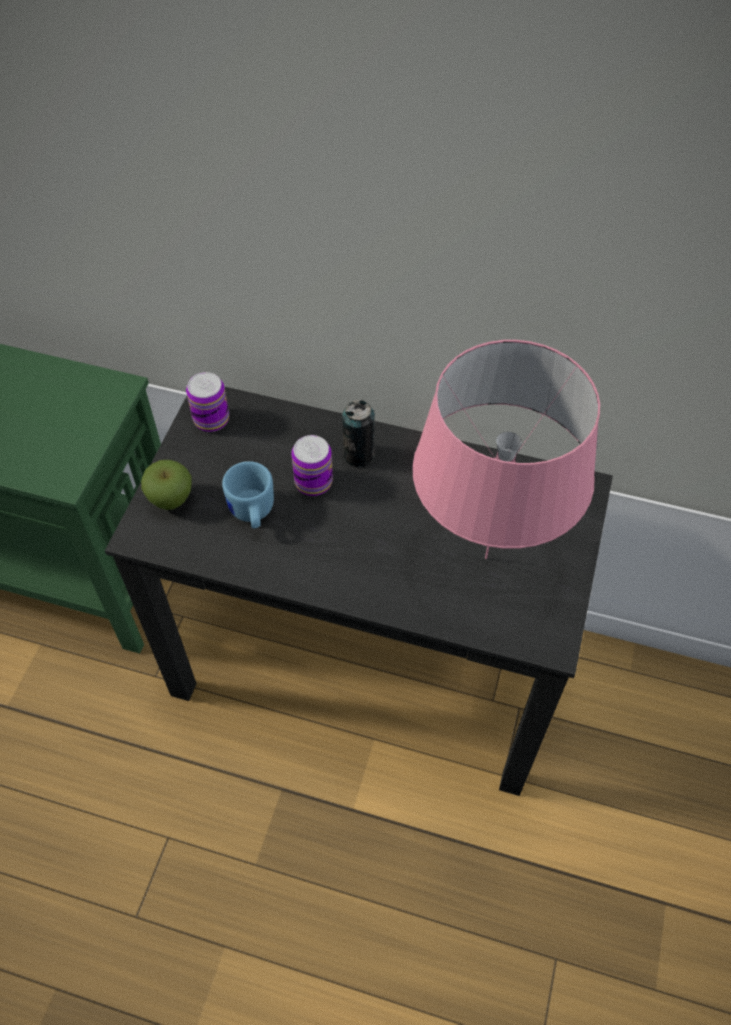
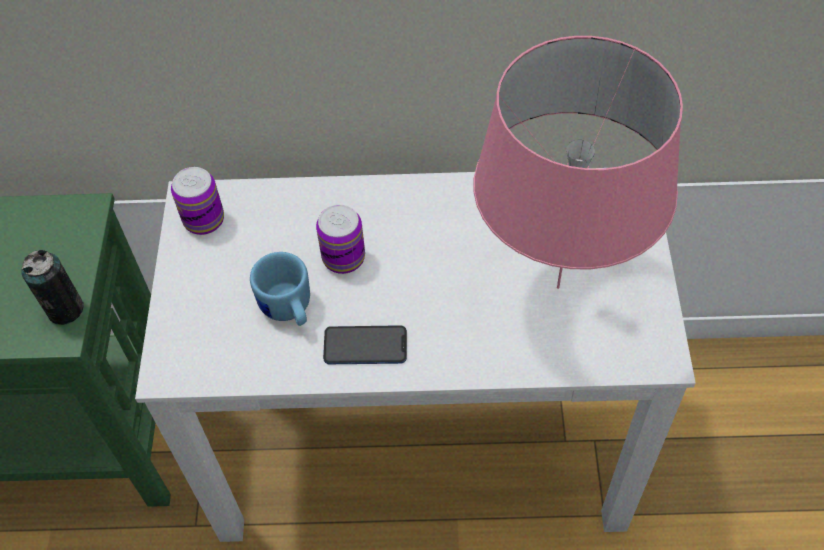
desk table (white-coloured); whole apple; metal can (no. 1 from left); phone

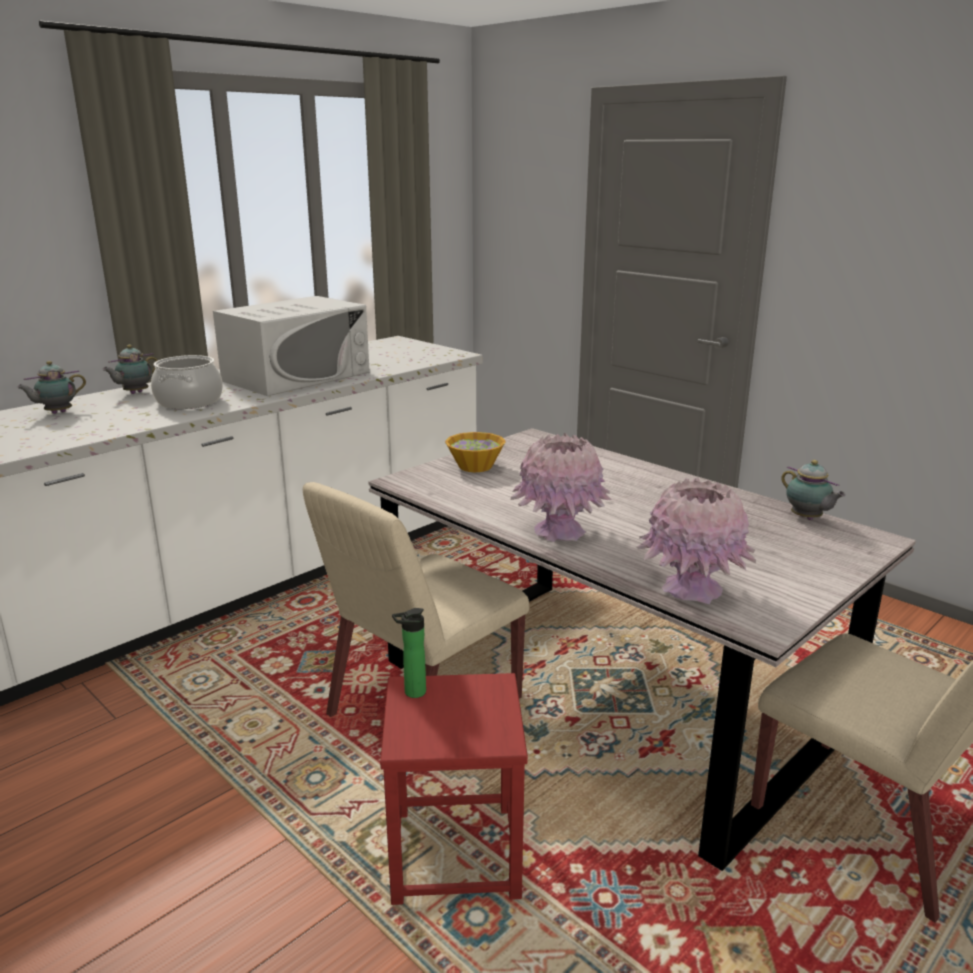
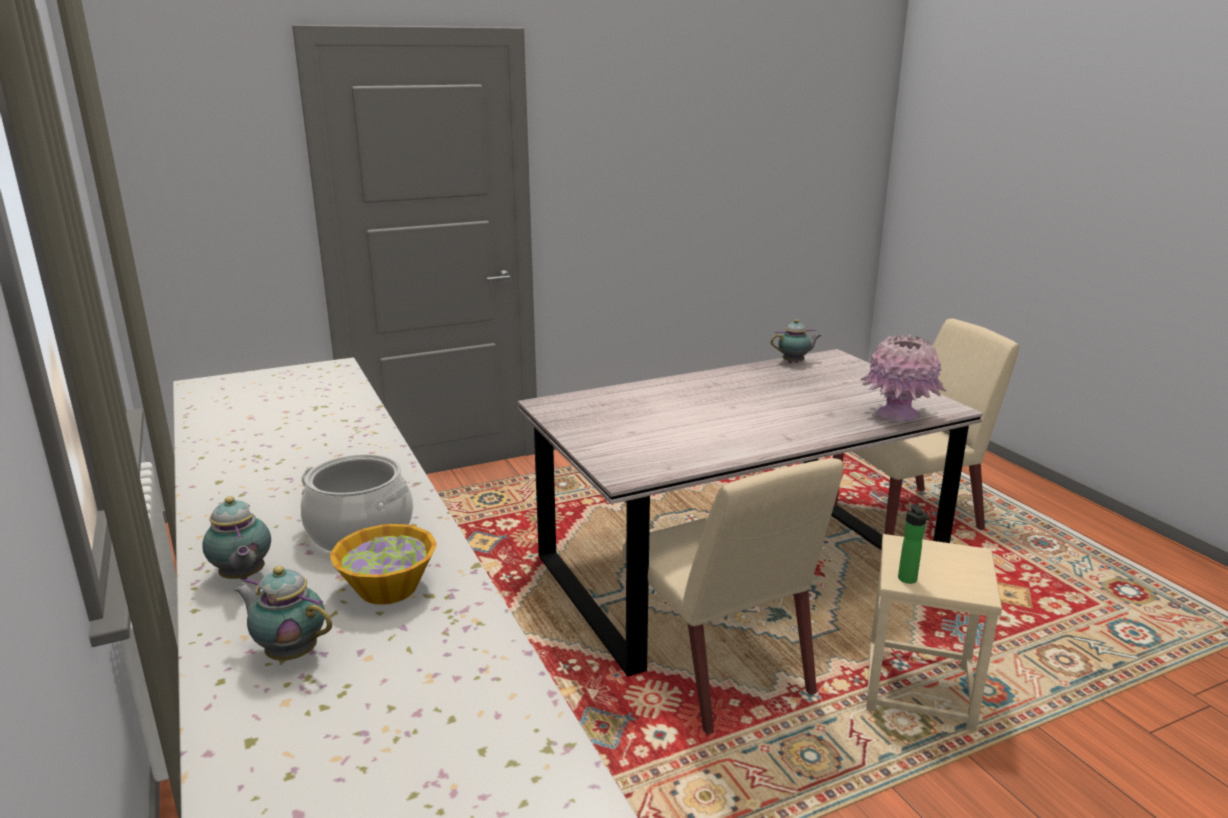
teapot (no. 2 from left); kitchen microwave (white-coloured); stool seat (sand-coloured); bowl; vase (pinkish) (no. 1 from left in the first image)

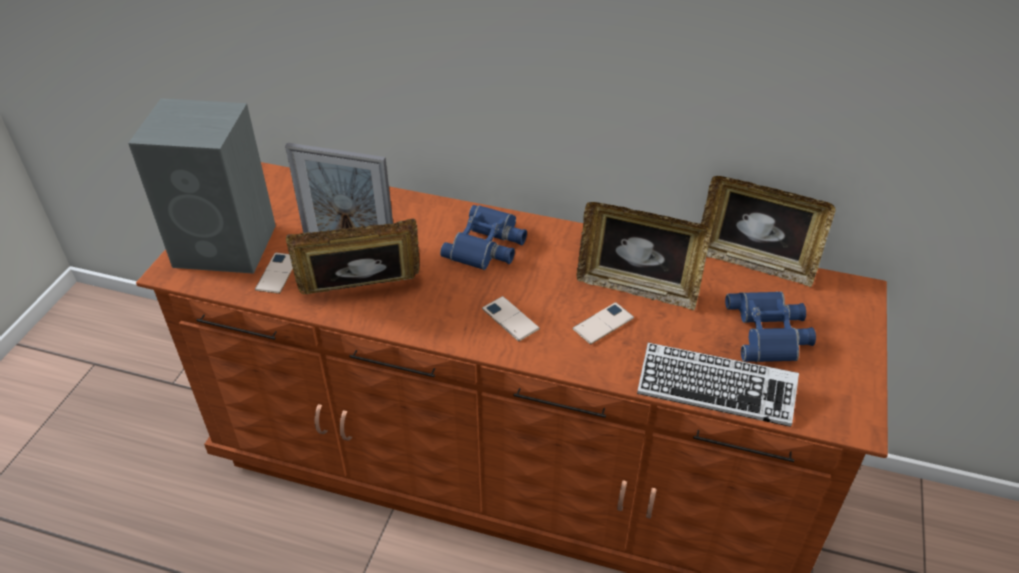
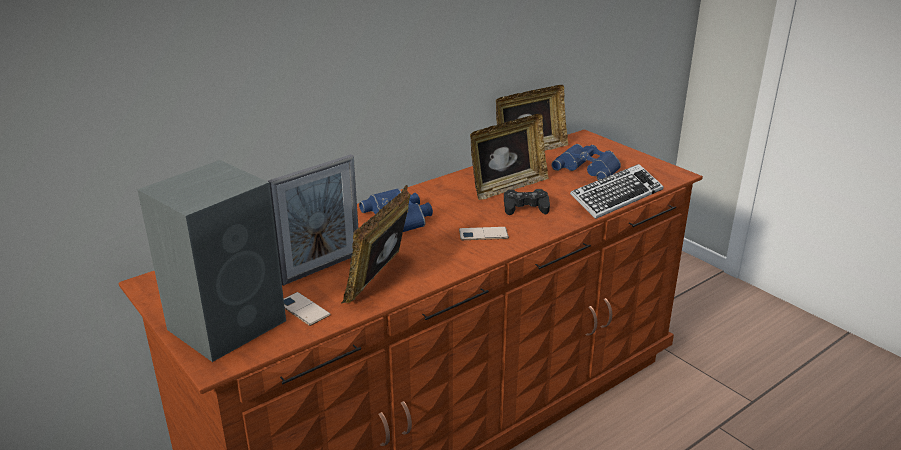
gamepad (blackish)

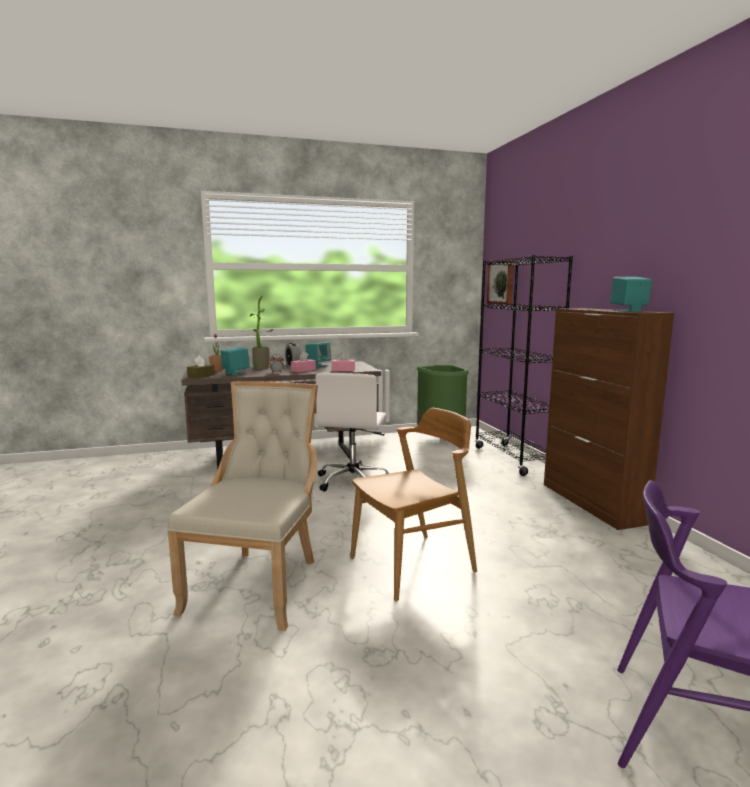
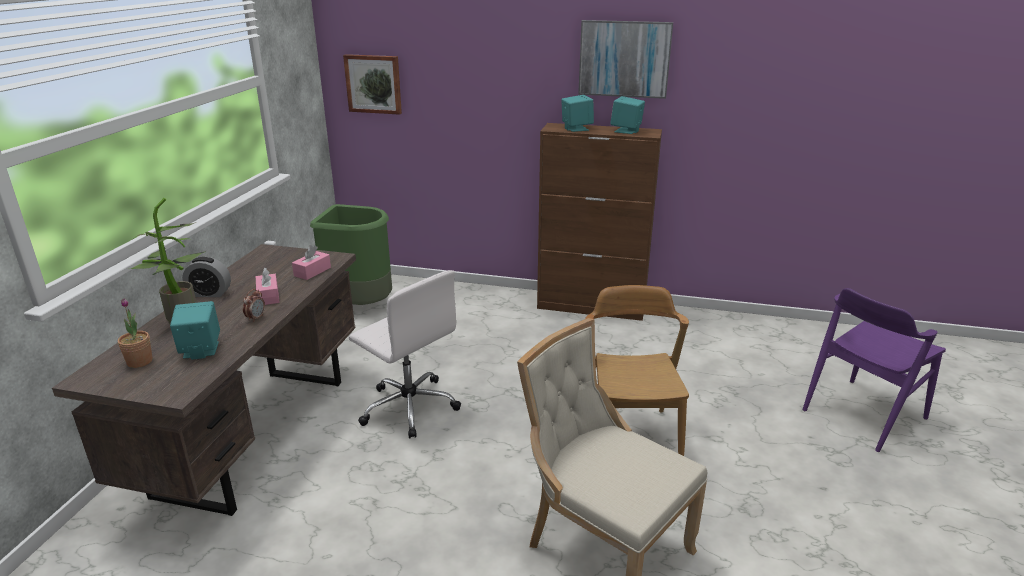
tissue box (brown-coloured); loudspeaker (turquoise) (no. 2 from left); bookshelf (blackish); picture (no. 2 from left)

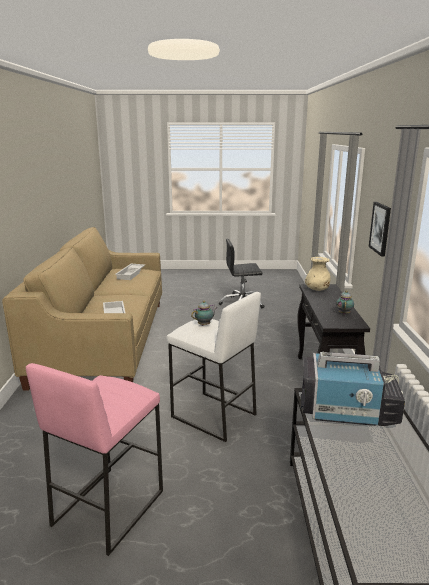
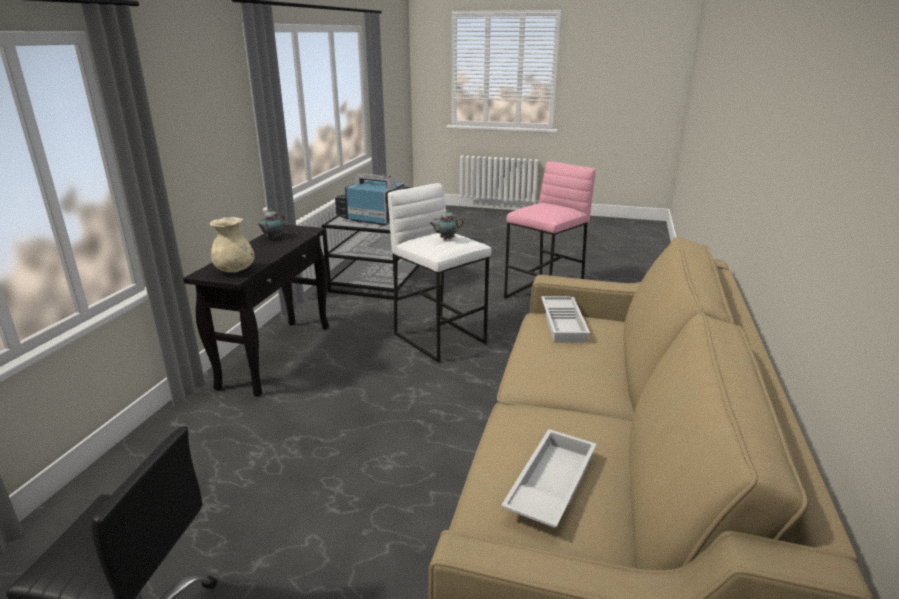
picture

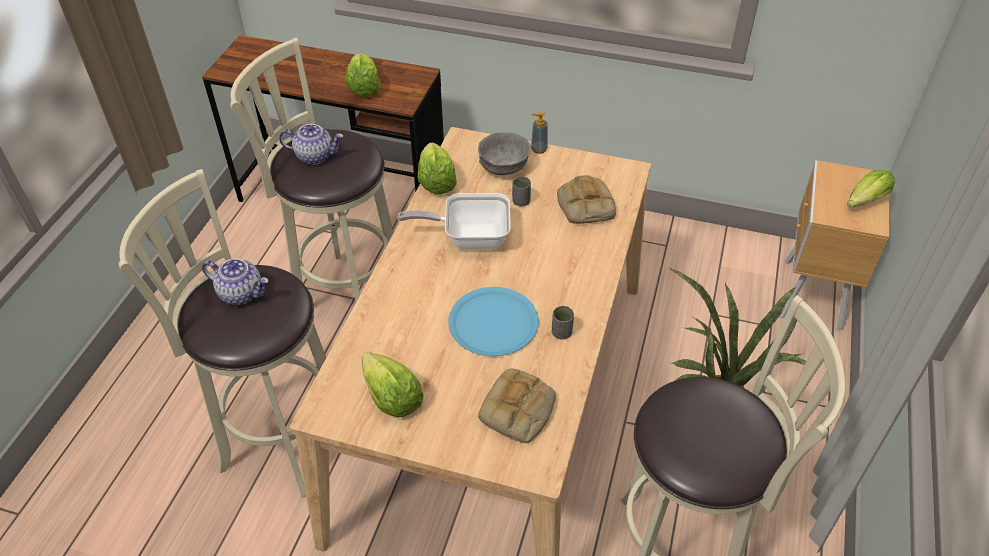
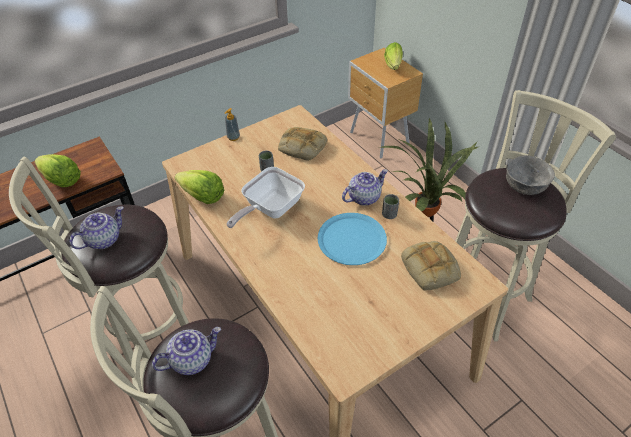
lettuce head (no. 2 from left in the first image); bowl (grey); teapot (no. 3 from left)

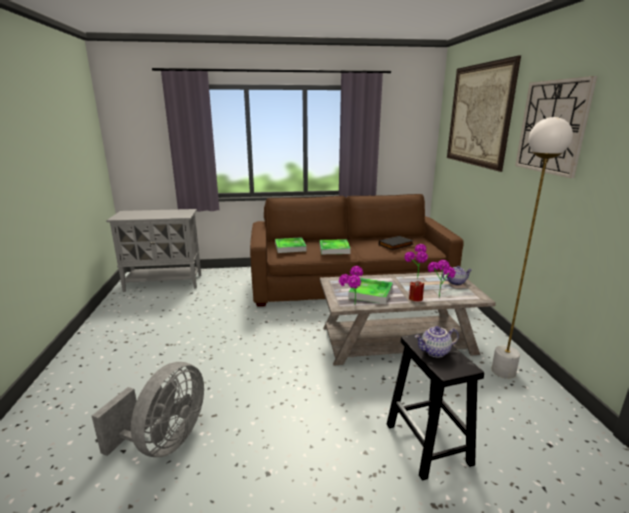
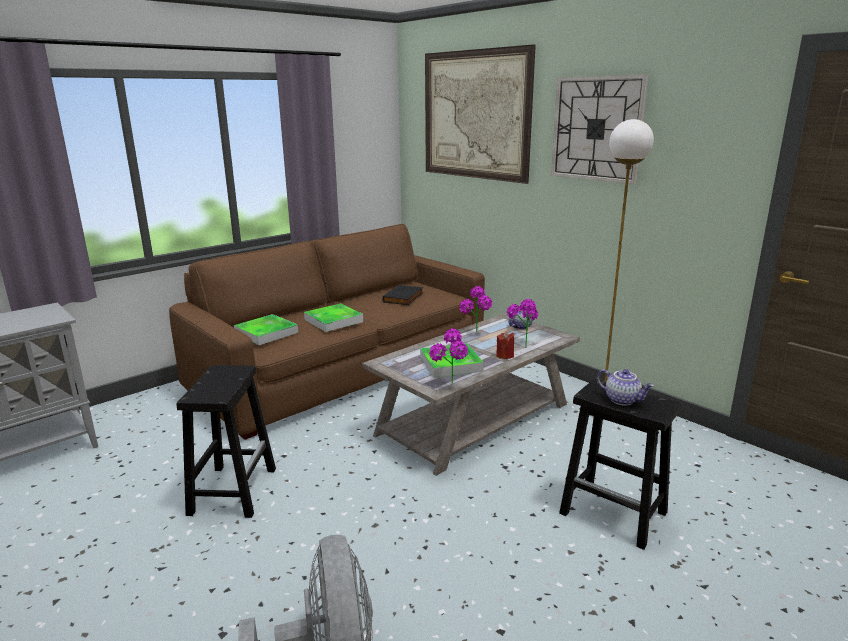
teapot (no. 2 from left); stool seat (blackish) (no. 1 from left)

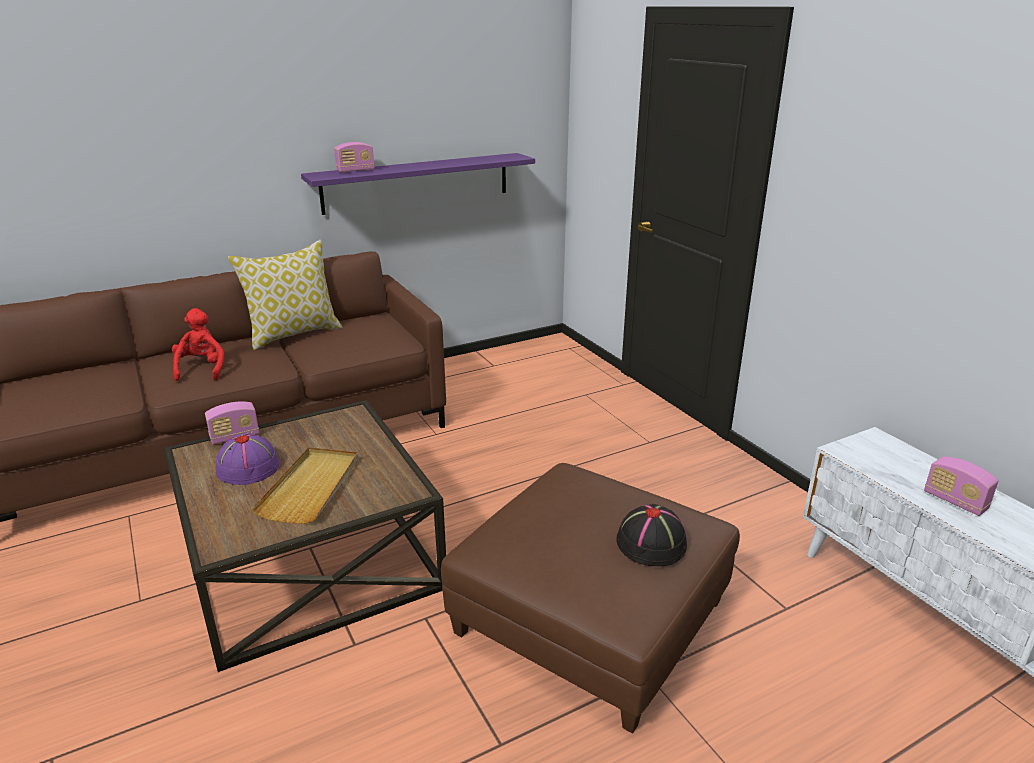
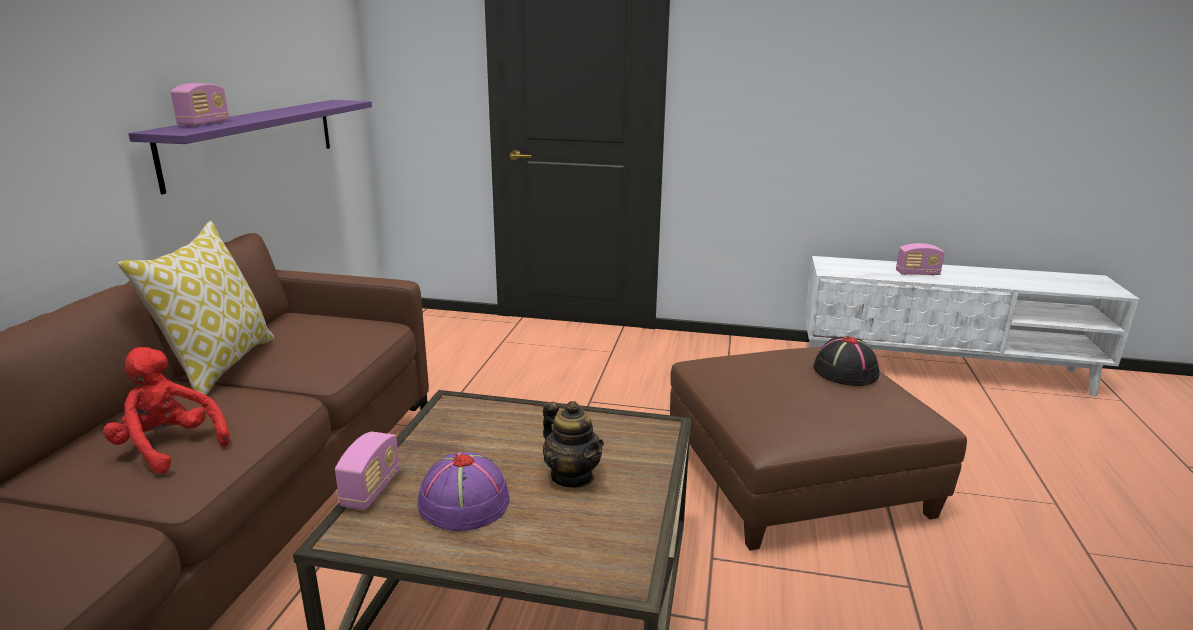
teapot

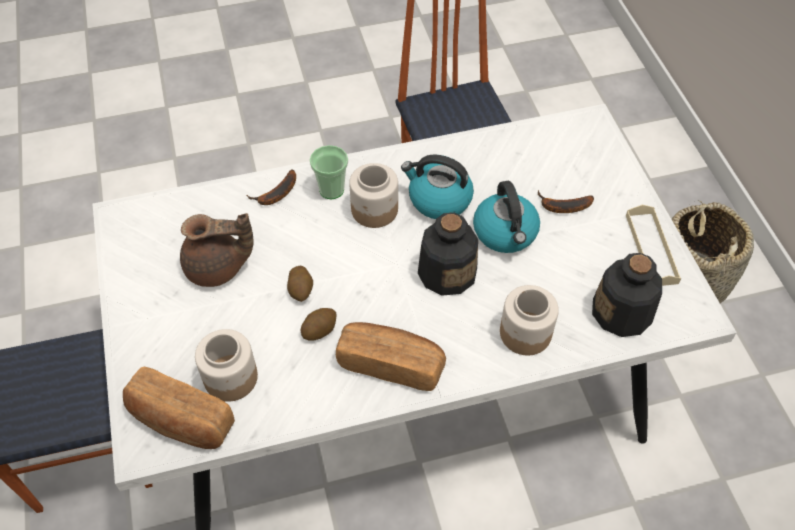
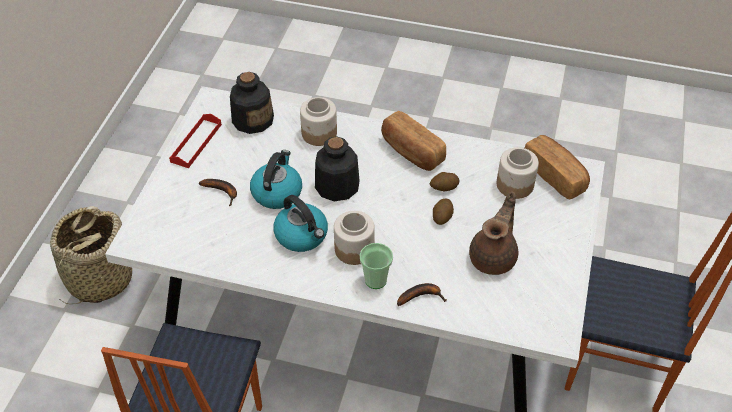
teapot (brown-coloured); tray (reddish)

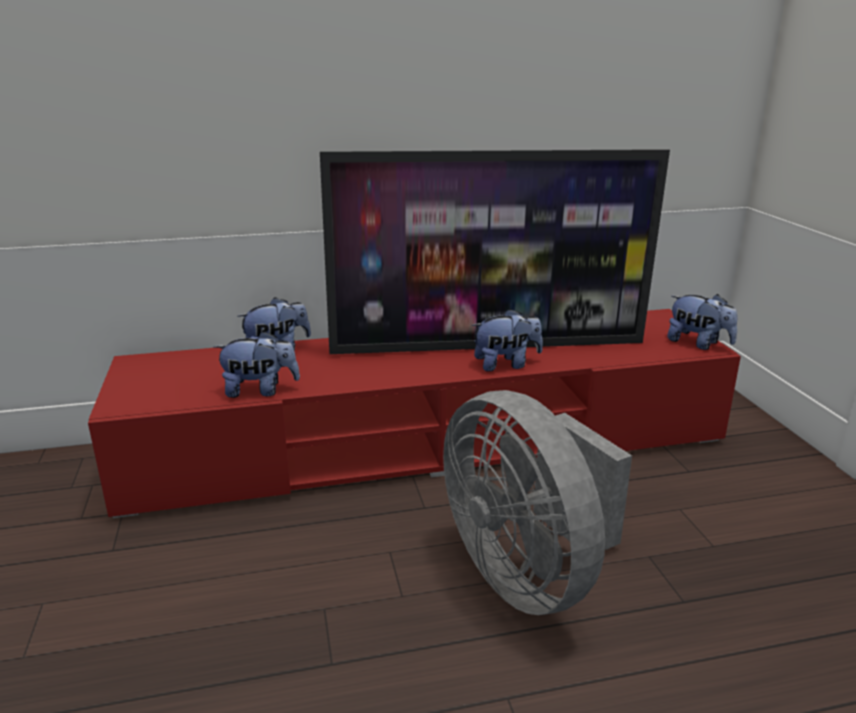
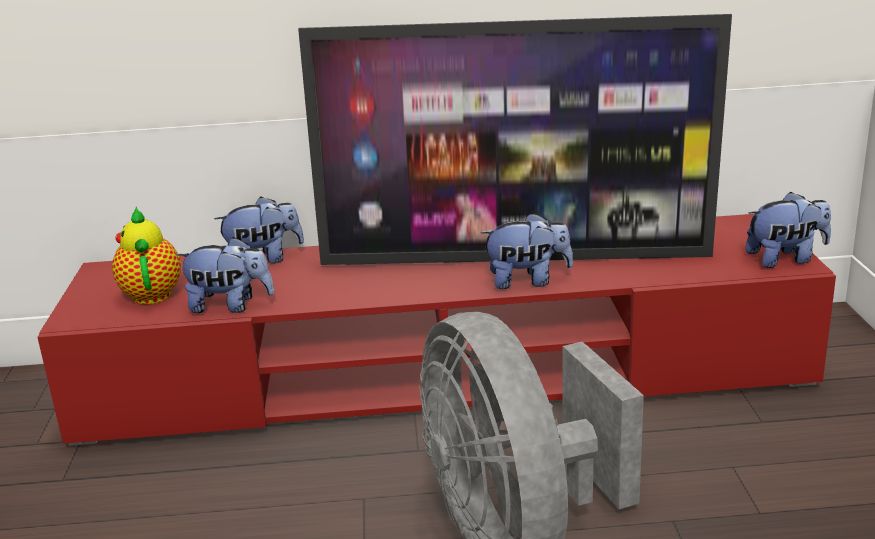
plush toy (no. 4 from left); teapot

